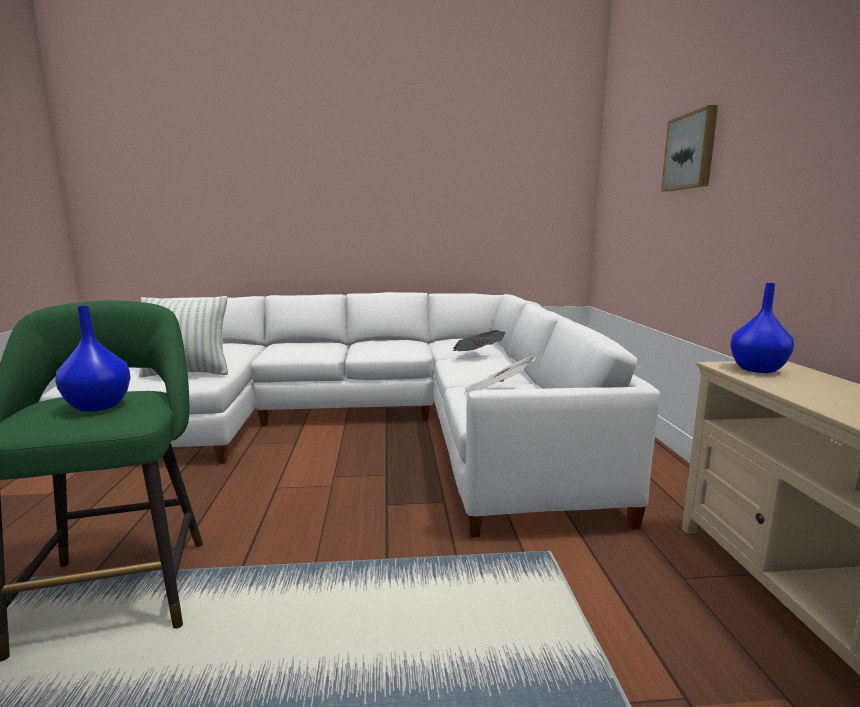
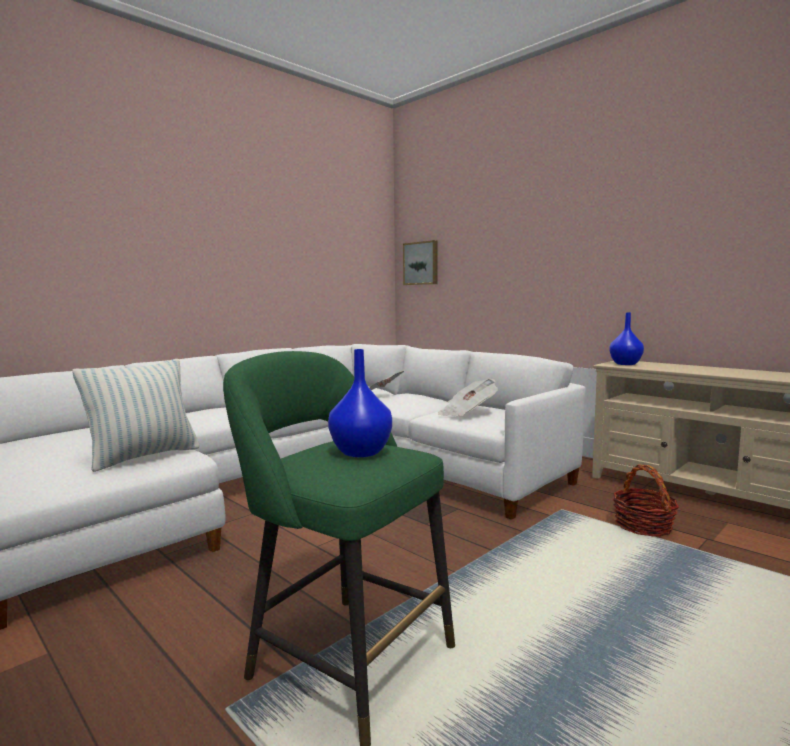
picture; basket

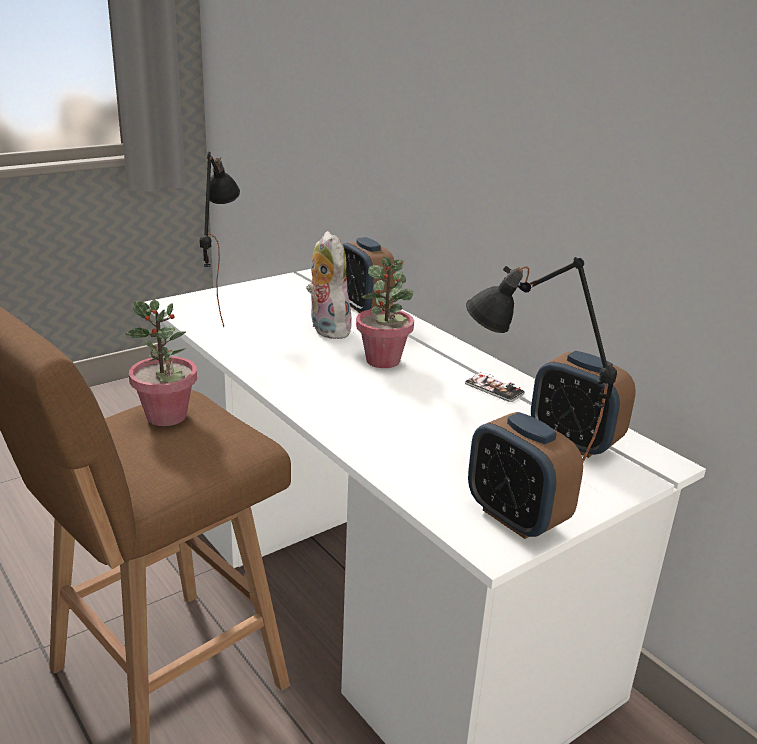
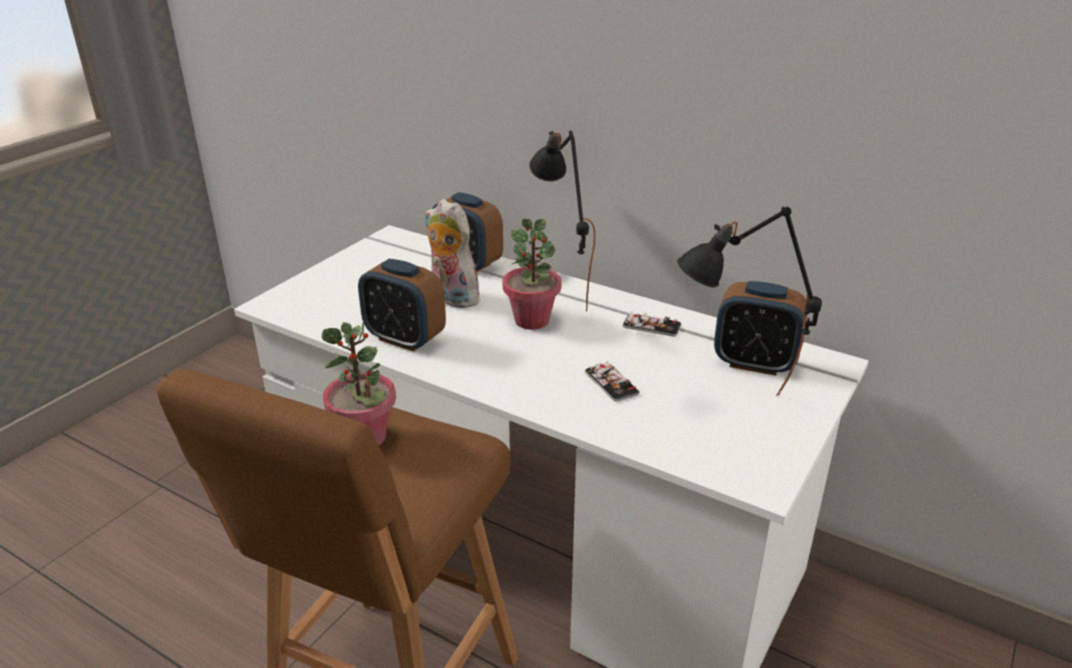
tabletop lamp (blackish) (no. 1 from left); table clock (no. 1 from left); phone (no. 1 from left)

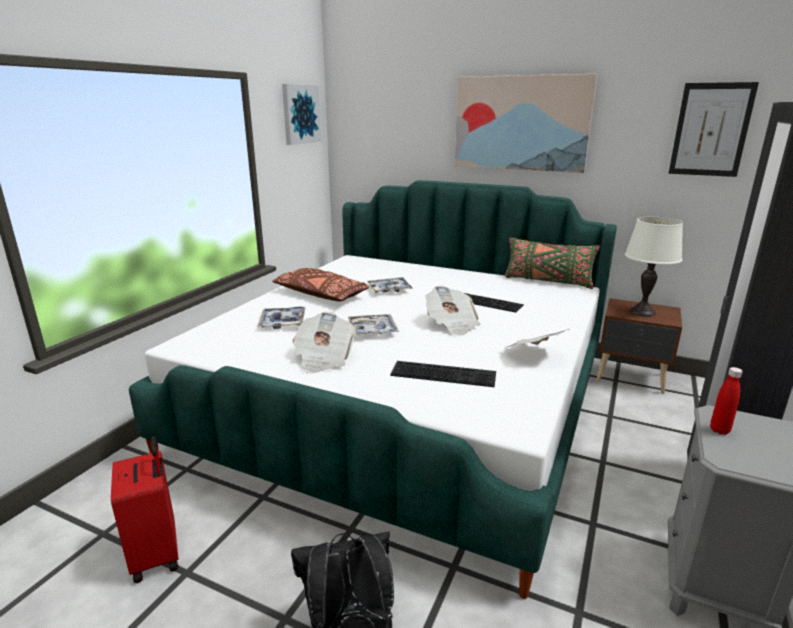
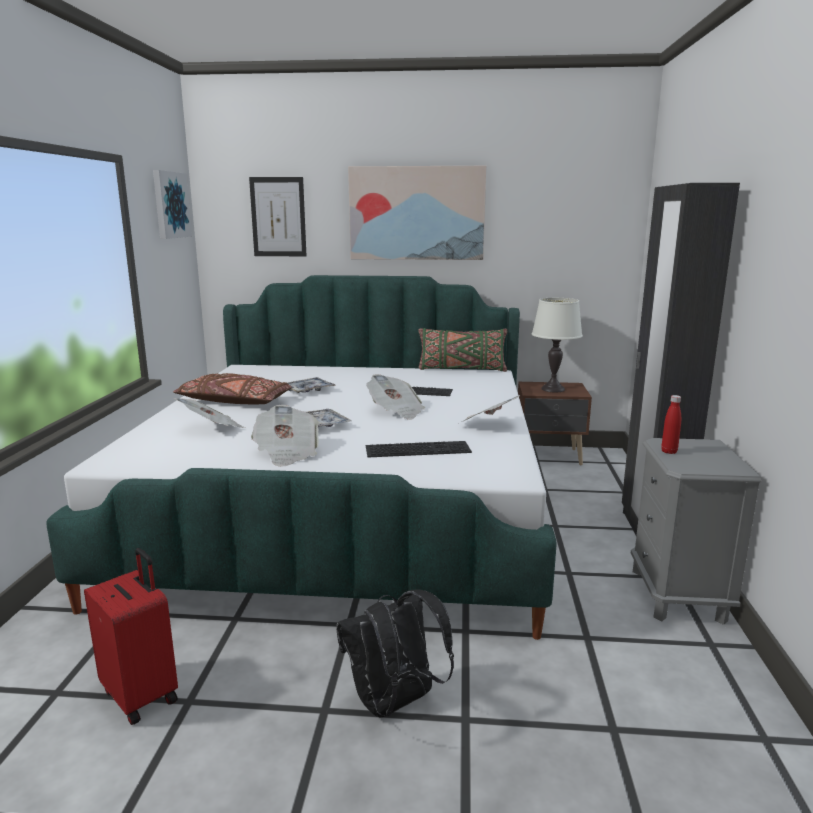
printed paper (no. 1 from left); picture (no. 2 from left)

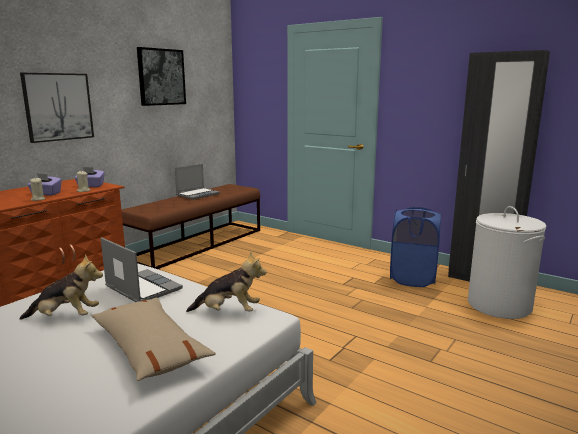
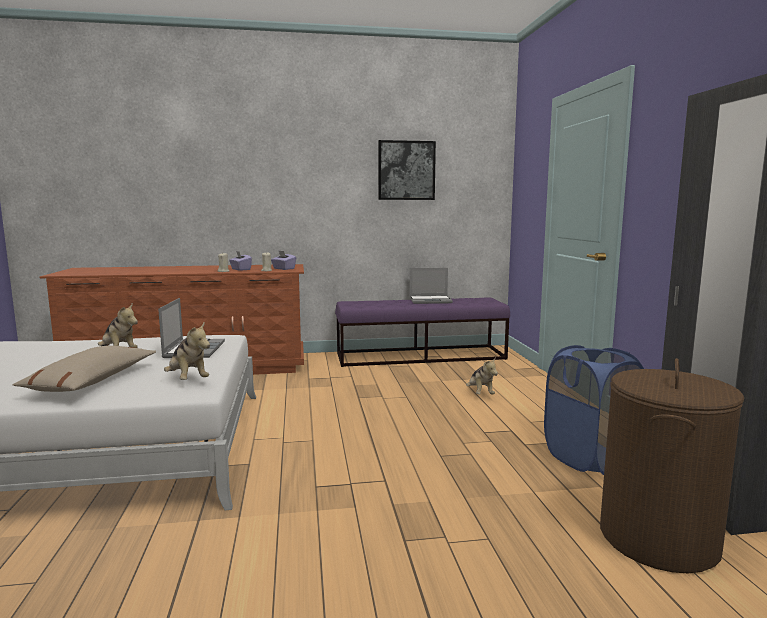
picture (no. 1 from left in the first image); bench (purple-coloured); laundry basket (brown-coloured); plush toy (no. 3 from left)

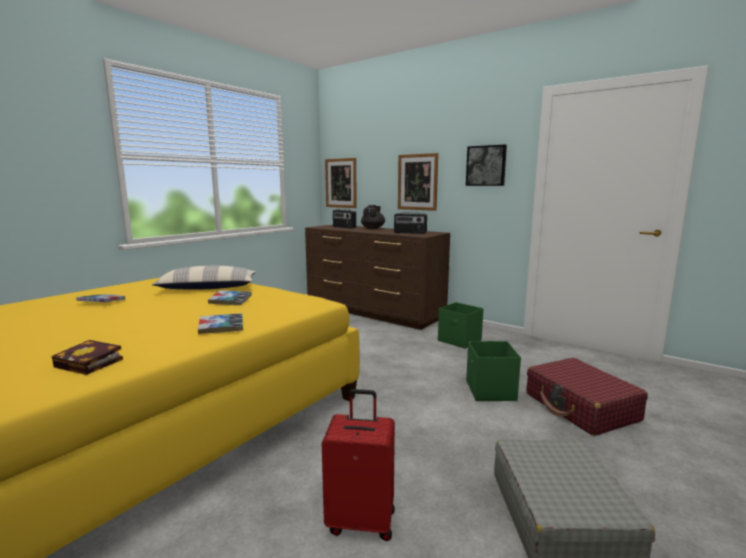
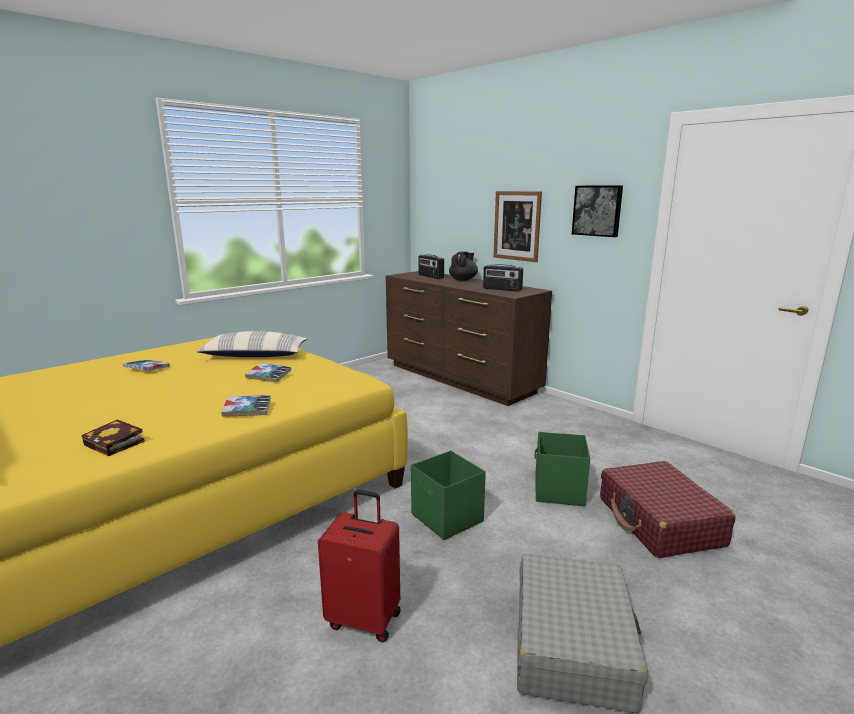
picture (no. 1 from left in the first image); storage container (greenish) (no. 1 from left)

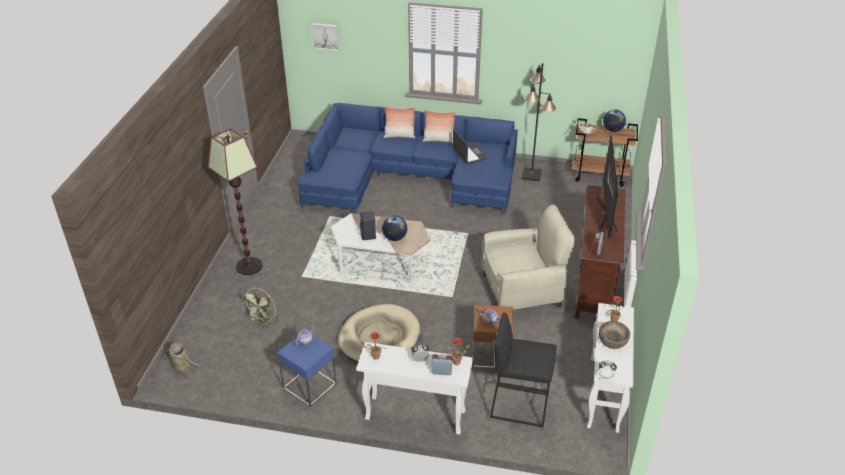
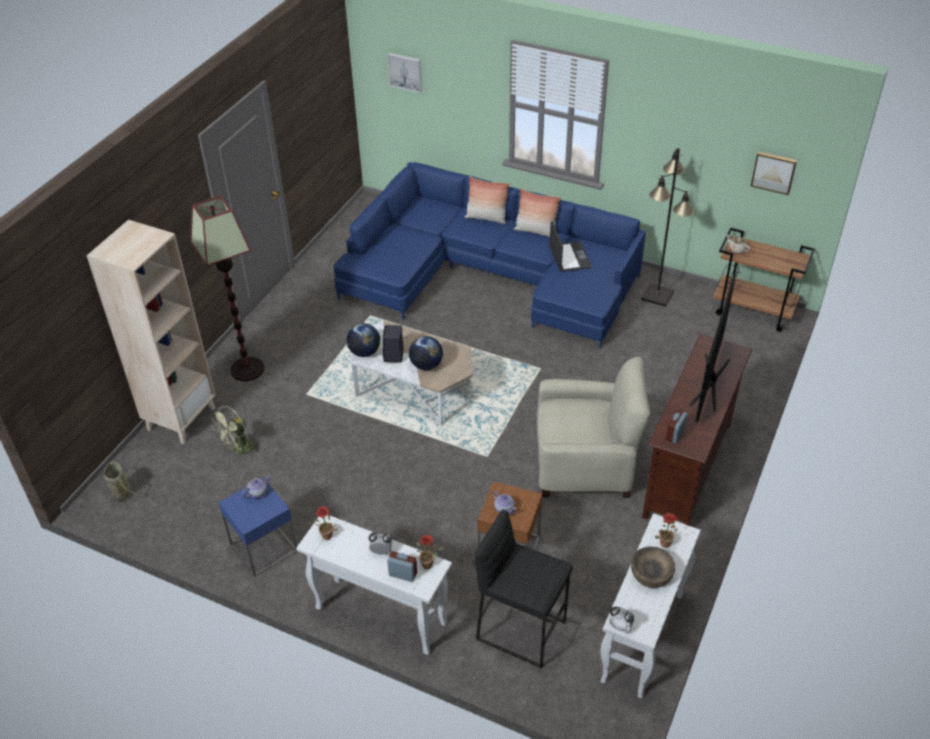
dog bed (sand-coloured); globe (no. 1 from left); bookshelf (sand-coloured); picture (no. 2 from left)

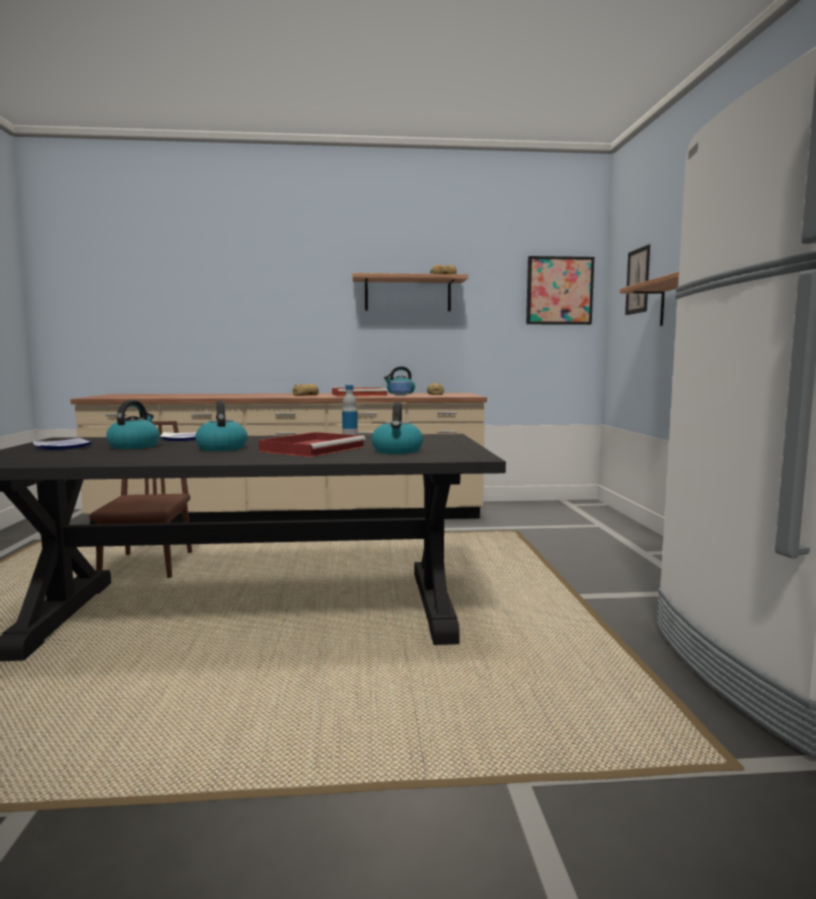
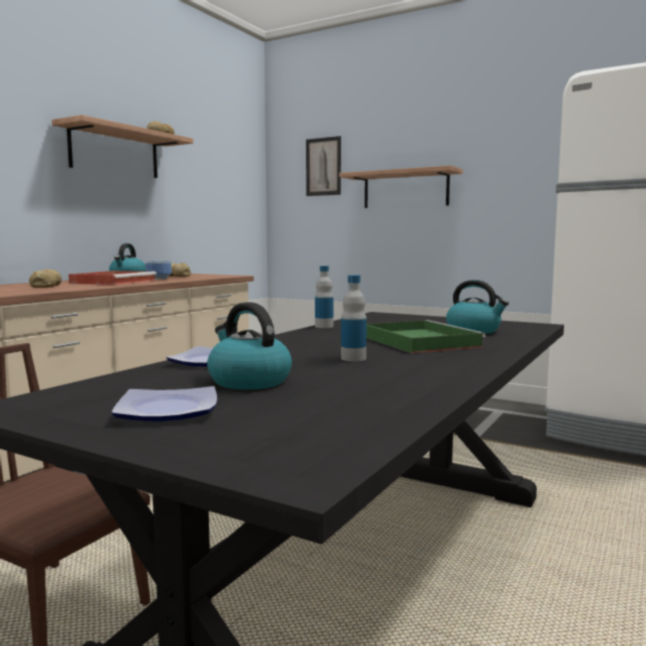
beverage bottle (no. 2 from left); tray (greenish); picture (no. 1 from left in the first image)

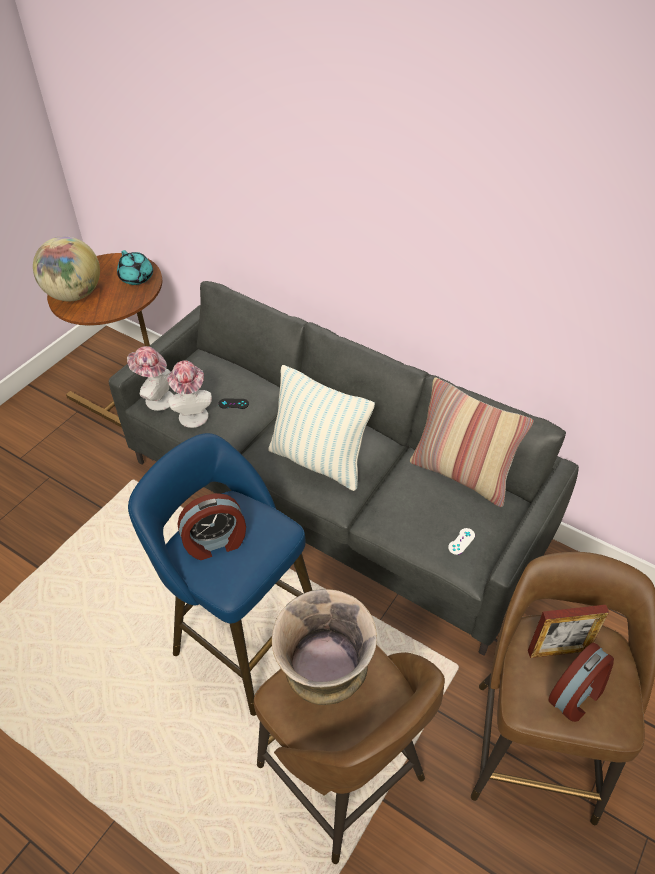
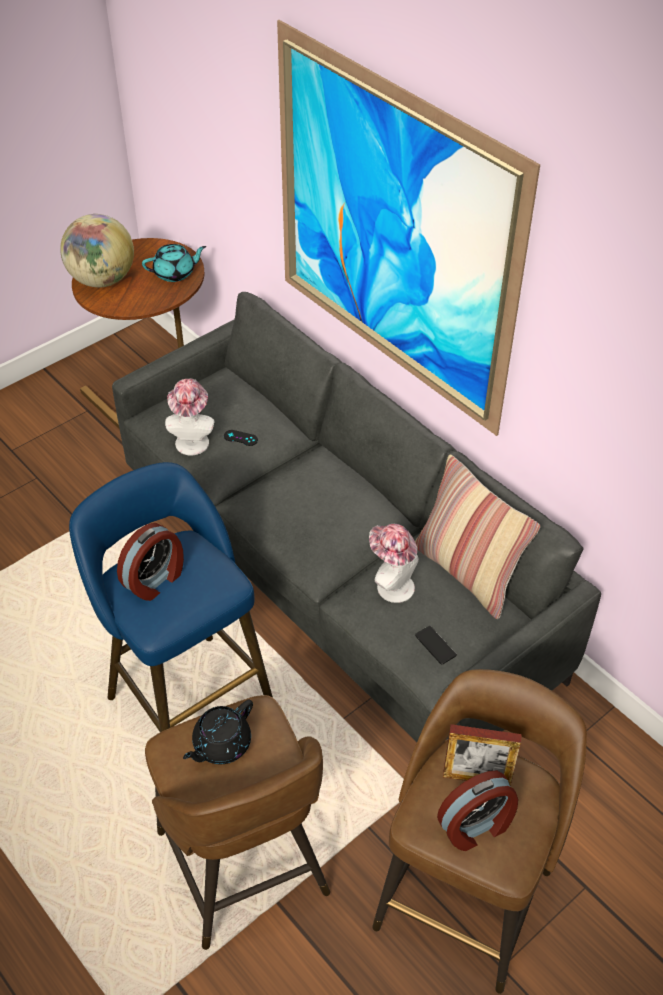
teapot (turquoise); clothing hat (no. 2 from left); table clock (no. 1 from left); throw pillow (no. 1 from left in the first image); teapot (blackish); phone; picture

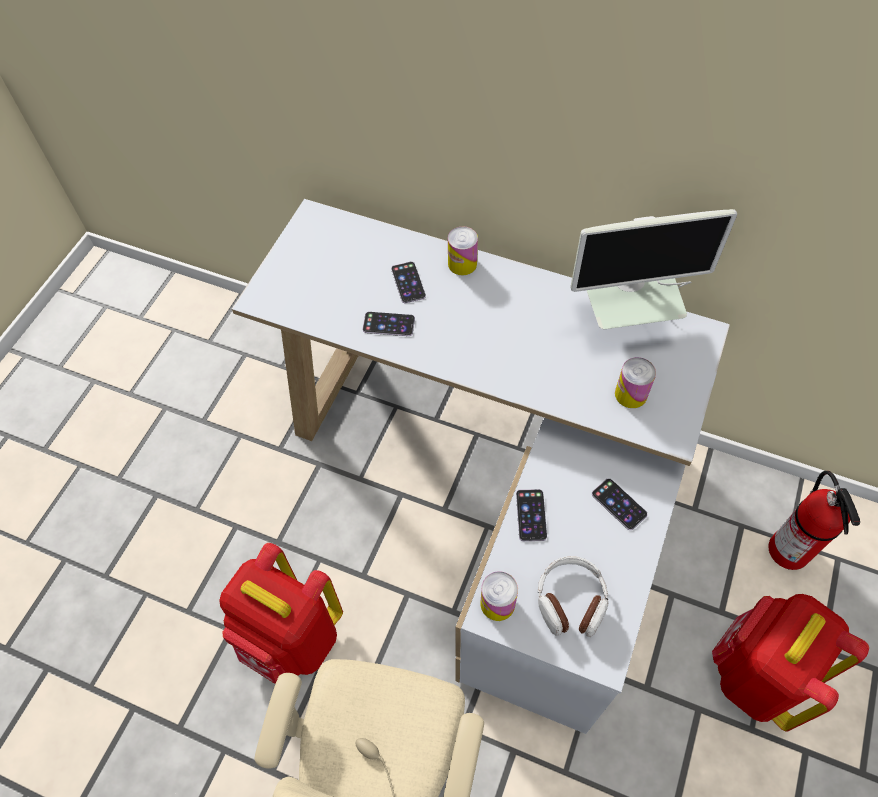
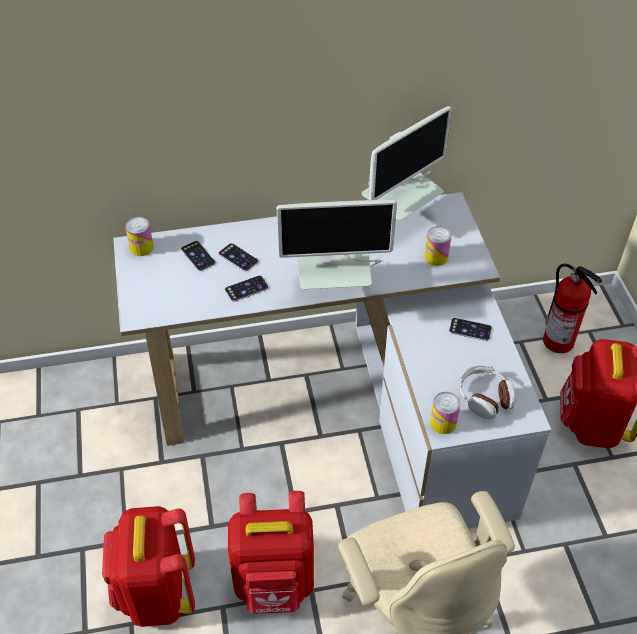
metal can (no. 1 from left); phone (no. 1 from left); knapsack (reddish) (no. 1 from left); computer display (no. 1 from left)

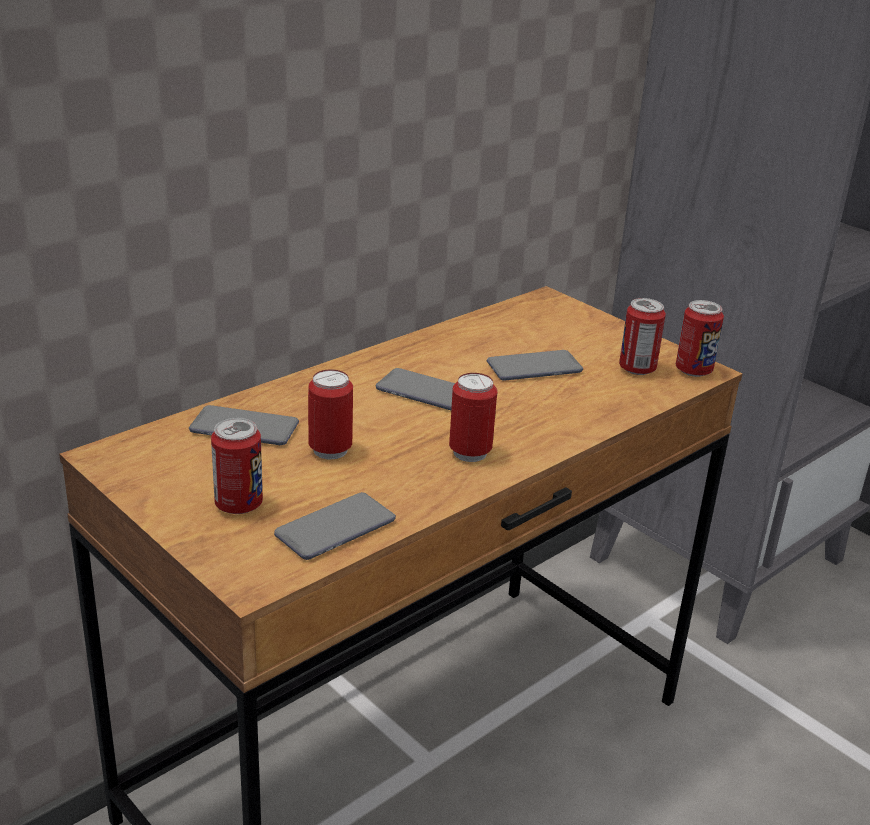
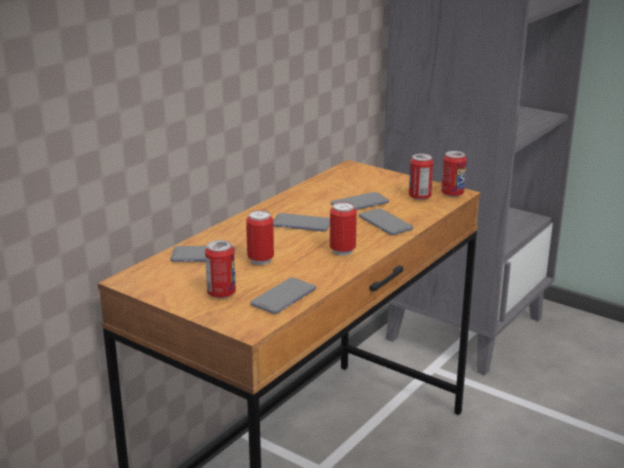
phone (no. 5 from left)

